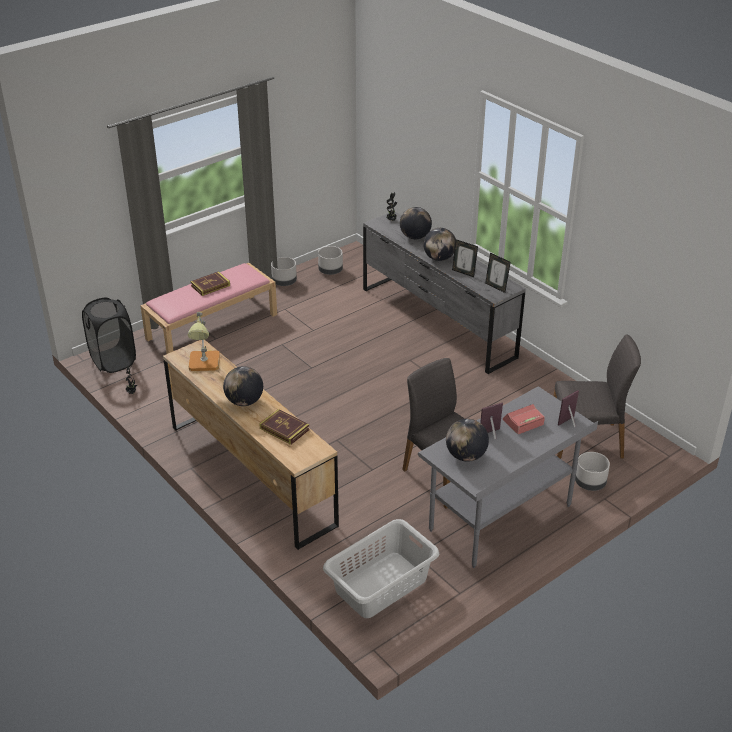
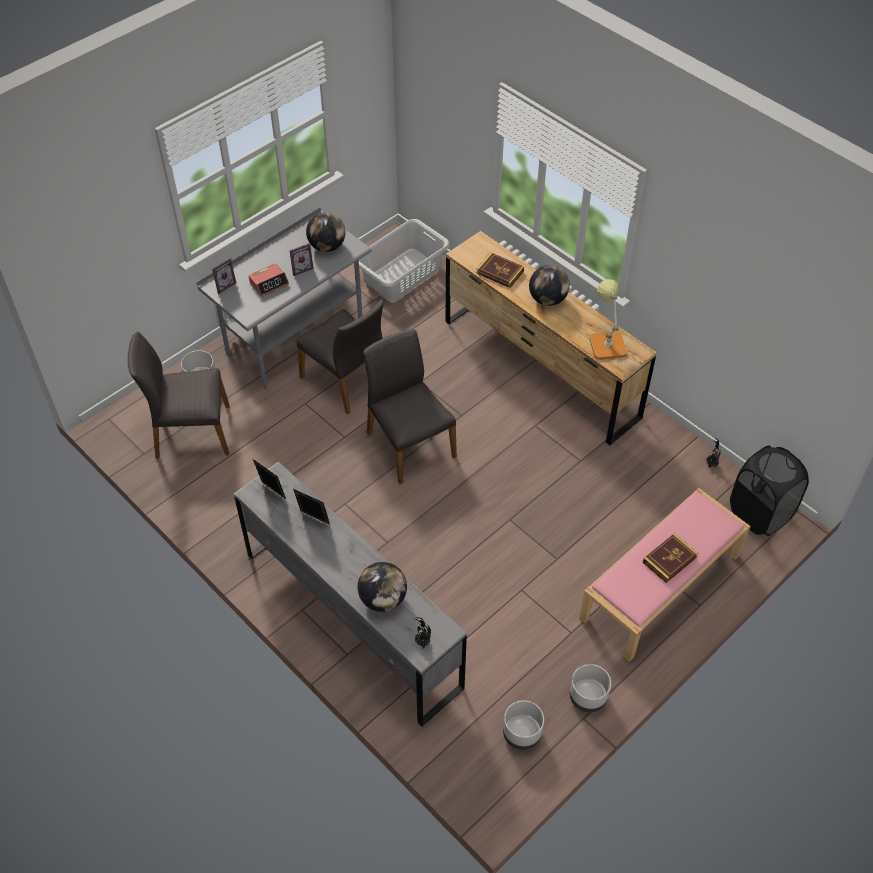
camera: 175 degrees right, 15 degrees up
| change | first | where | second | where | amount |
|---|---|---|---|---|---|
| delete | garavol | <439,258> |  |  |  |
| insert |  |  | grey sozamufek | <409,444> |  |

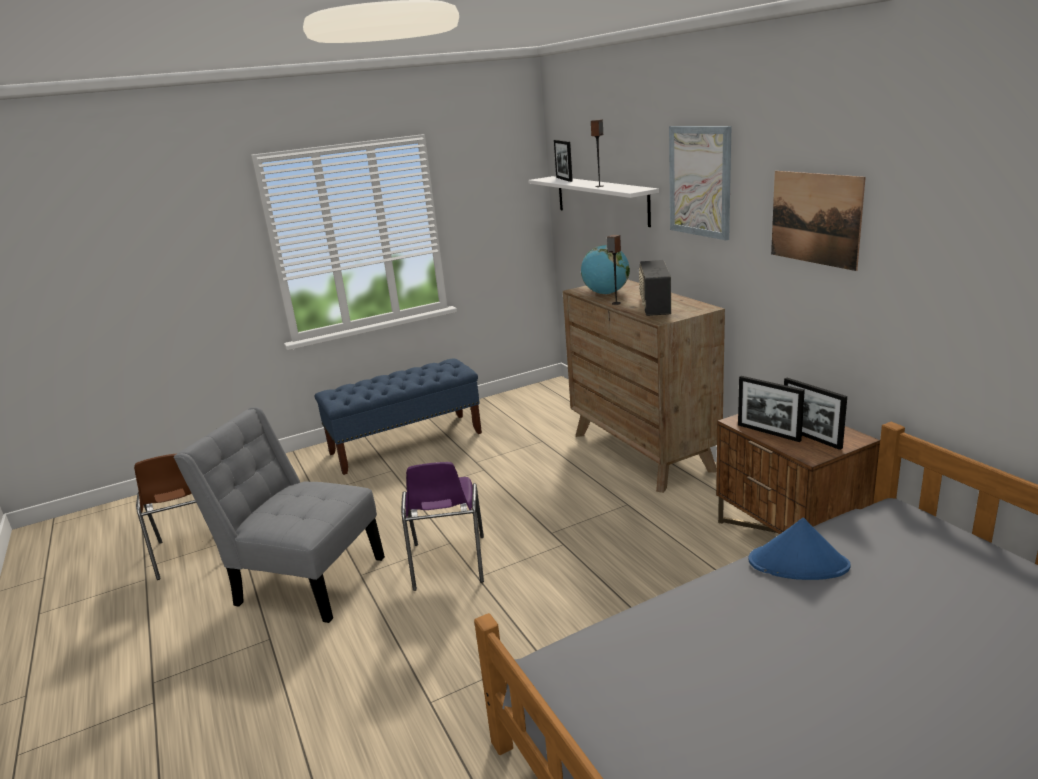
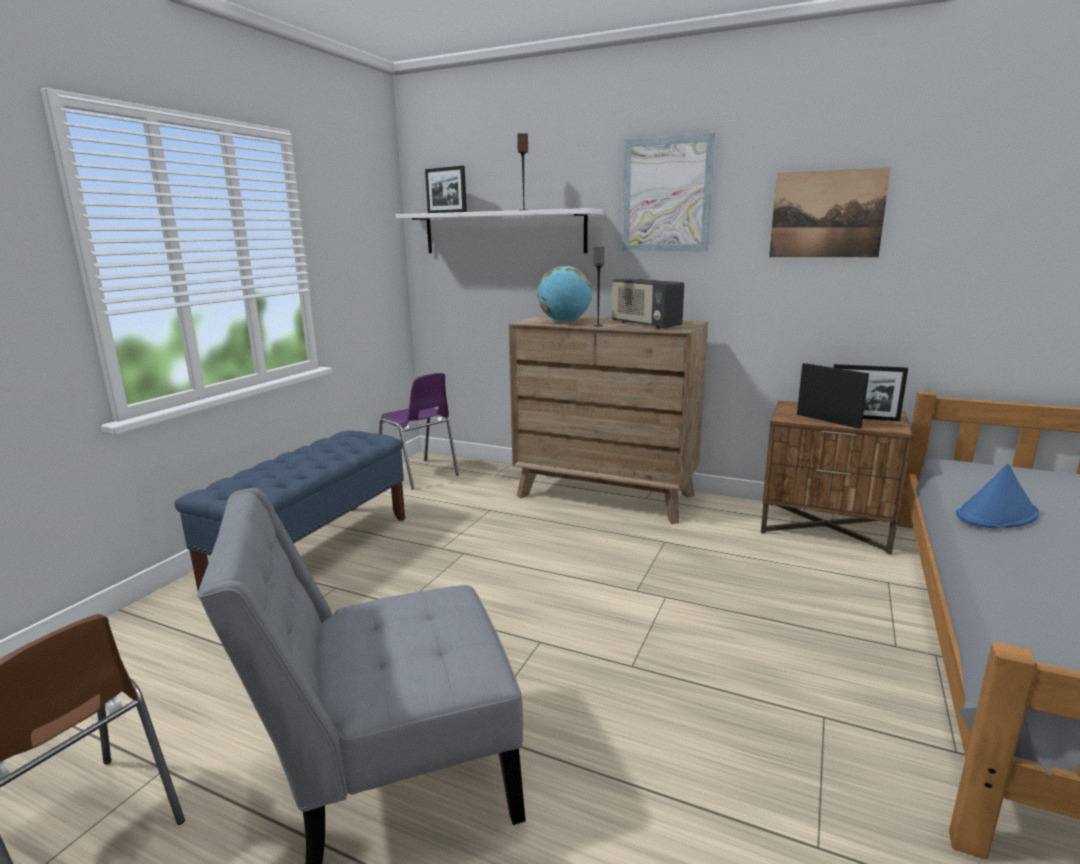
camera: 40 degrees left, 5 degrees down
| change | first | where | second | where | amount |
|---|---|---|---|---|---|
| rotate | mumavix | <768,432> |  | <827,421> | 135 degrees counterclockwise |
| move | purple sozamufek | <448,564> |  | <419,475> |  |

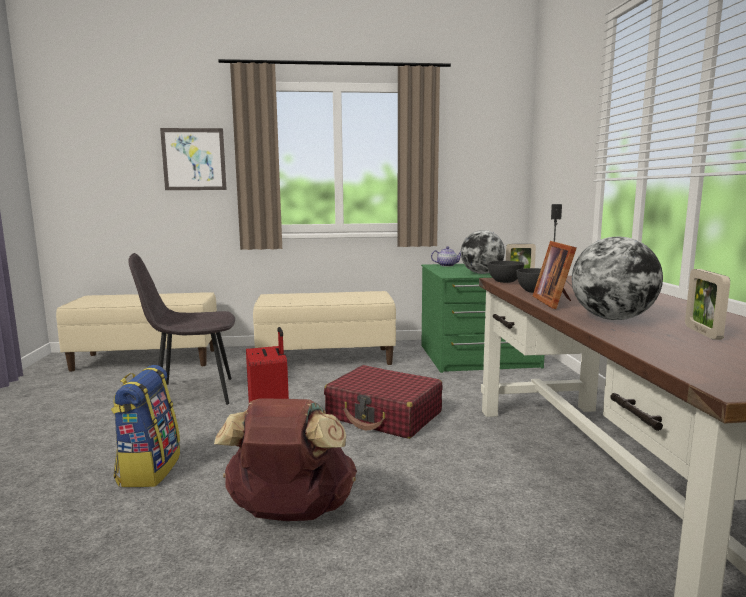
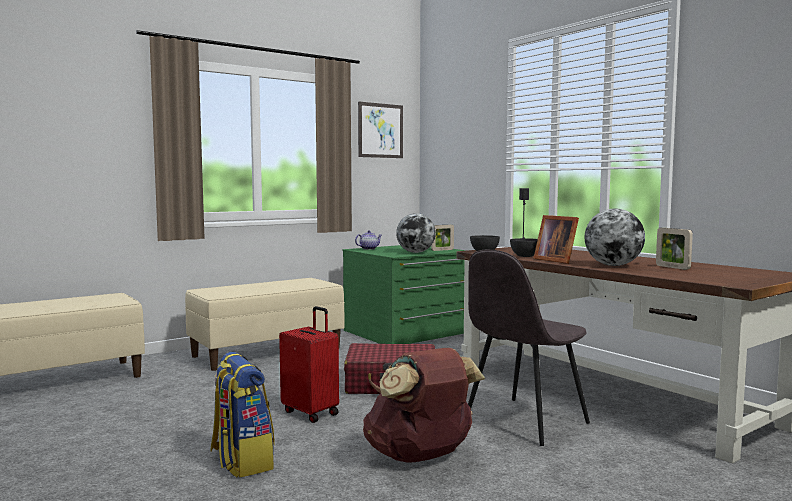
camera: 30 degrees left, 5 degrees down
| change | first | where | second | where | amount |
|---|---|---|---|---|---|
| move | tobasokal | <194,159> |  | <380,130> |  |
| move | grey sozamufek | <192,394> |  | <523,422> |  |

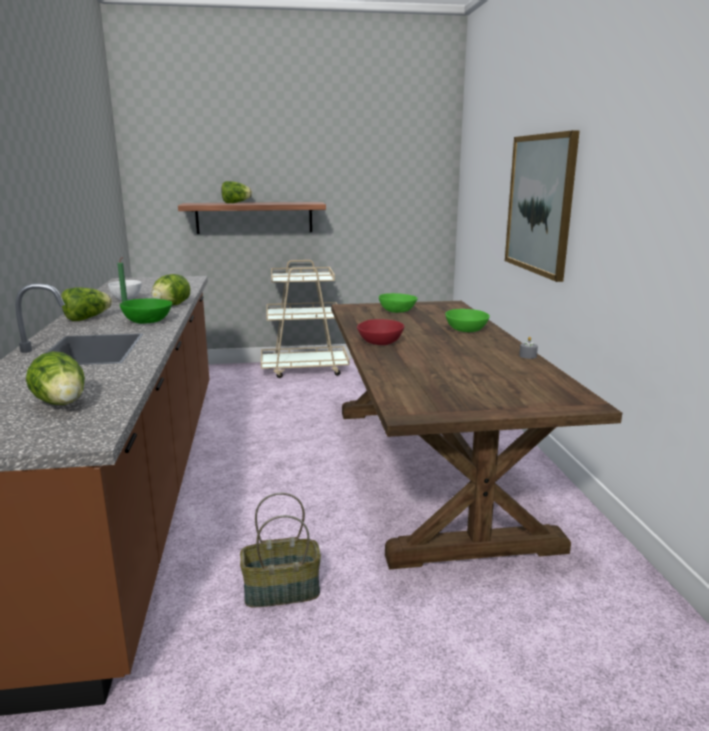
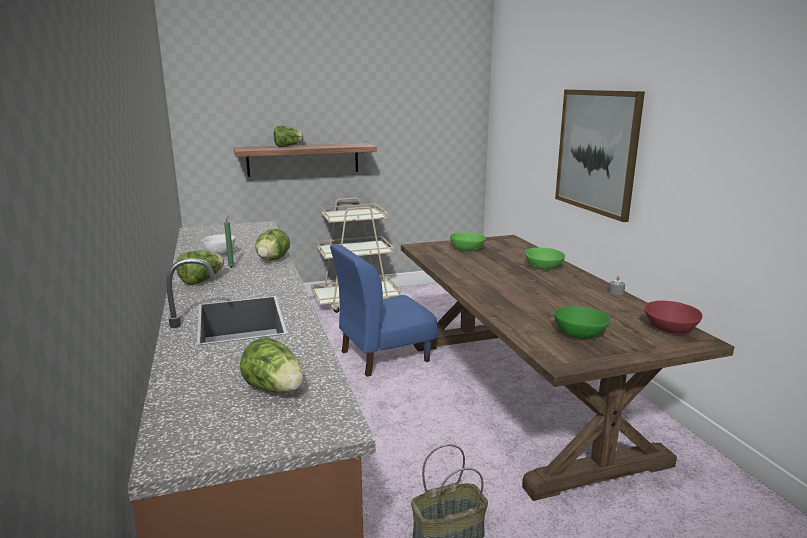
camera: 10 degrees left, 0 degrees up
| change | first | where | second | where | amount |
|---|---|---|---|---|---|
| move | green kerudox | <148,321> |  | <579,334> |  |
| move | red kerudox | <380,343> |  | <670,329> |  |
| insert |  |  | blue sozamufek | <383,356> |  |

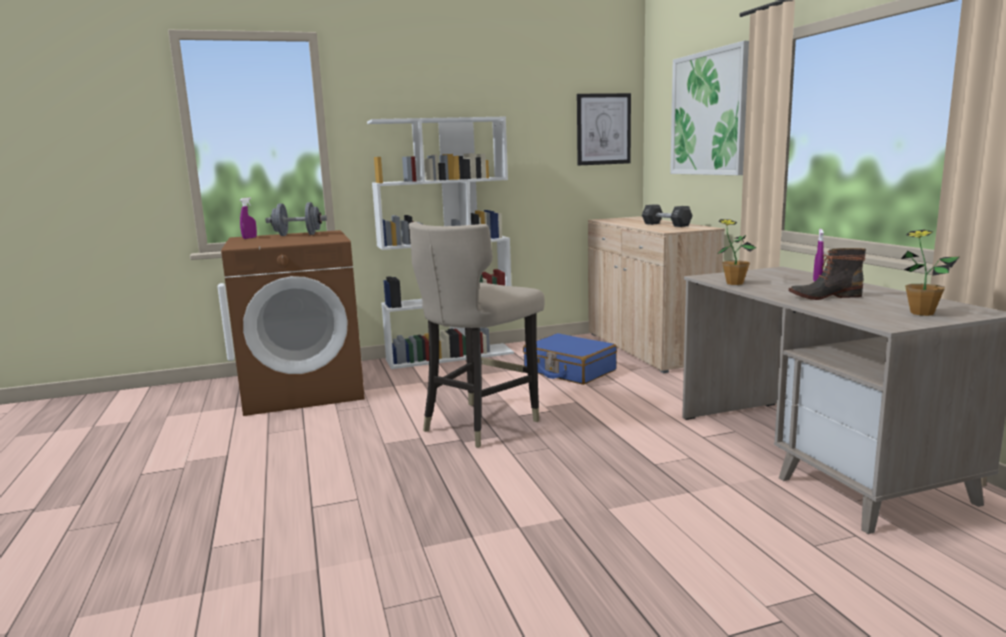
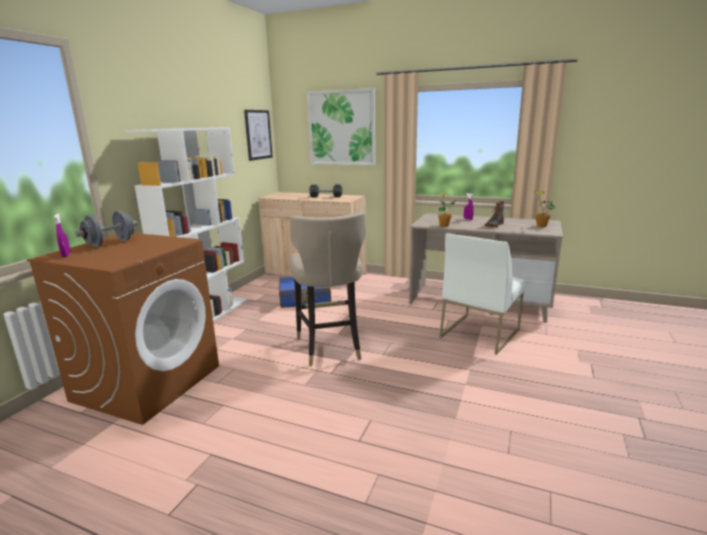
camera: 50 degrees left, 5 degrees up
| change | first | where | second | where | amount |
|---|---|---|---|---|---|
| insert |  |  | white sozamufek | <479,333> |  |

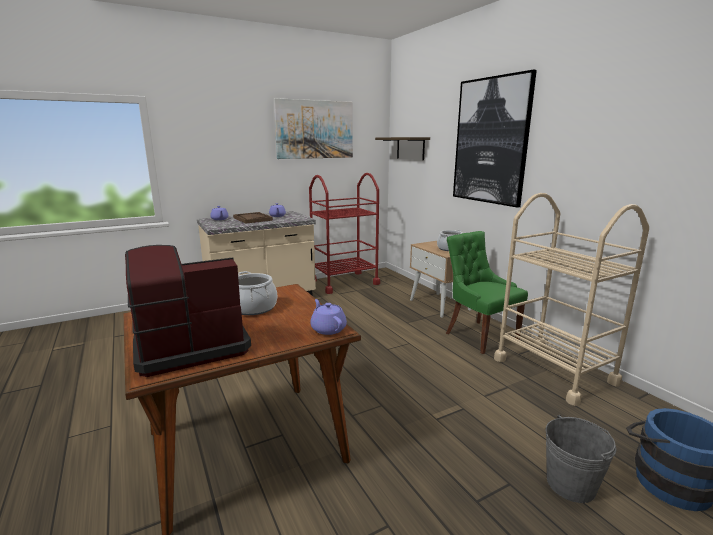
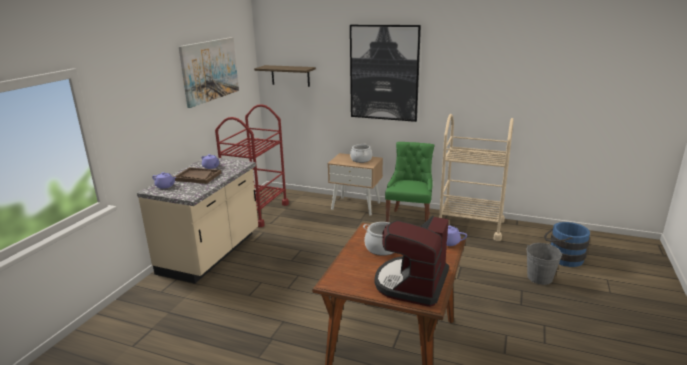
camera: 40 degrees left, 5 degrees up
| change | first | where | second | where | amount |
|---|---|---|---|---|---|
| rotate | green sozamufek | <479,335> |  | <409,219> | 90 degrees clockwise |

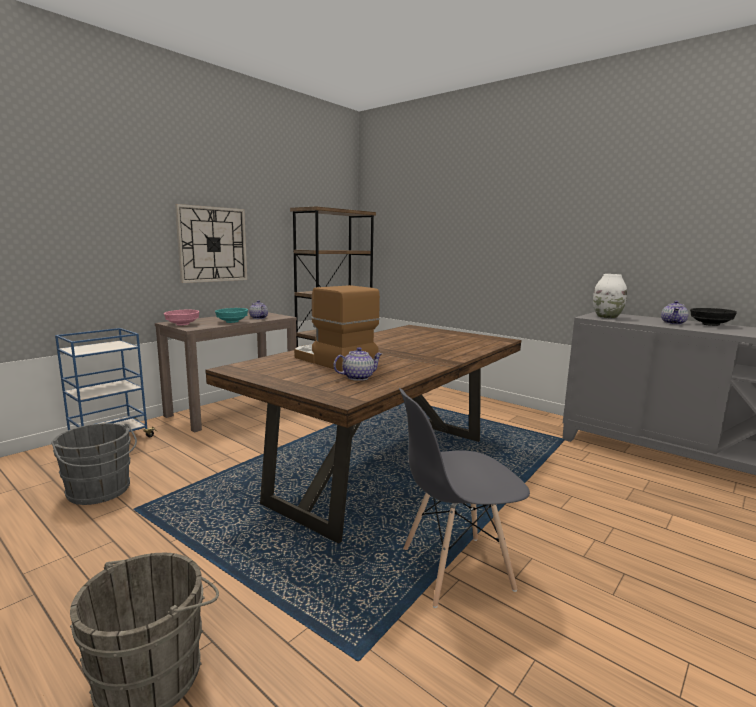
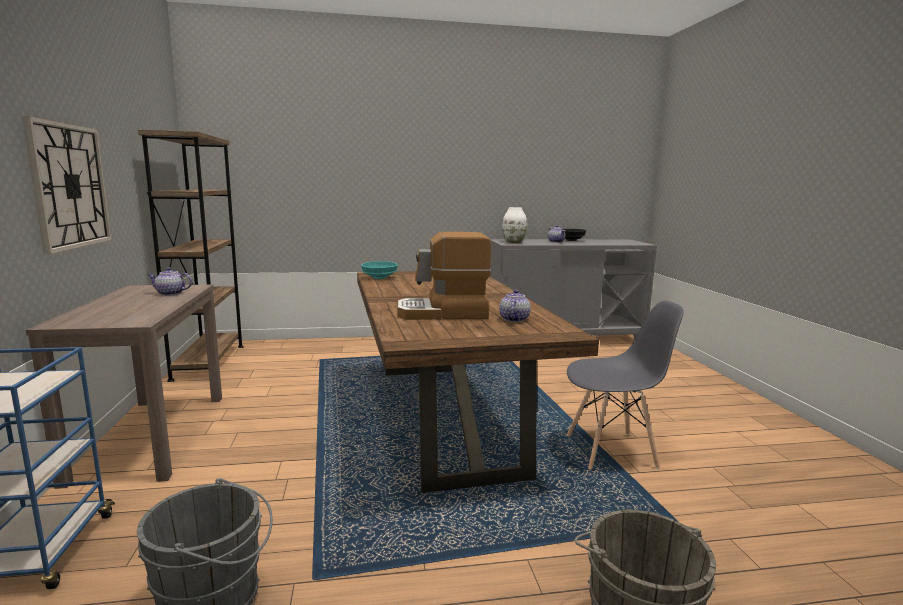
camera: 50 degrees left, 0 degrees up
| change | first | where | second | where | amount |
|---|---|---|---|---|---|
| move | turquoise kerudox | <232,322> |  | <379,277> |  |
| delete | pink kerudox | <182,324> |  |  |  |
| rotate | grey sozamufek | <455,569> |  | <611,451> | 120 degrees counterclockwise |

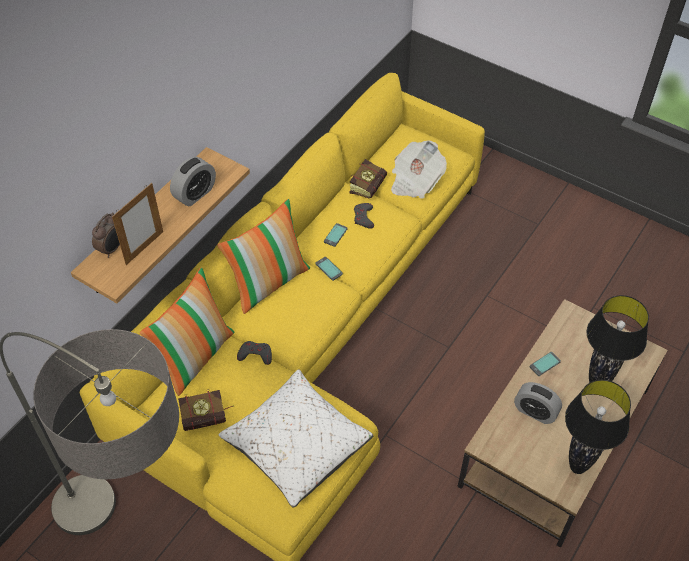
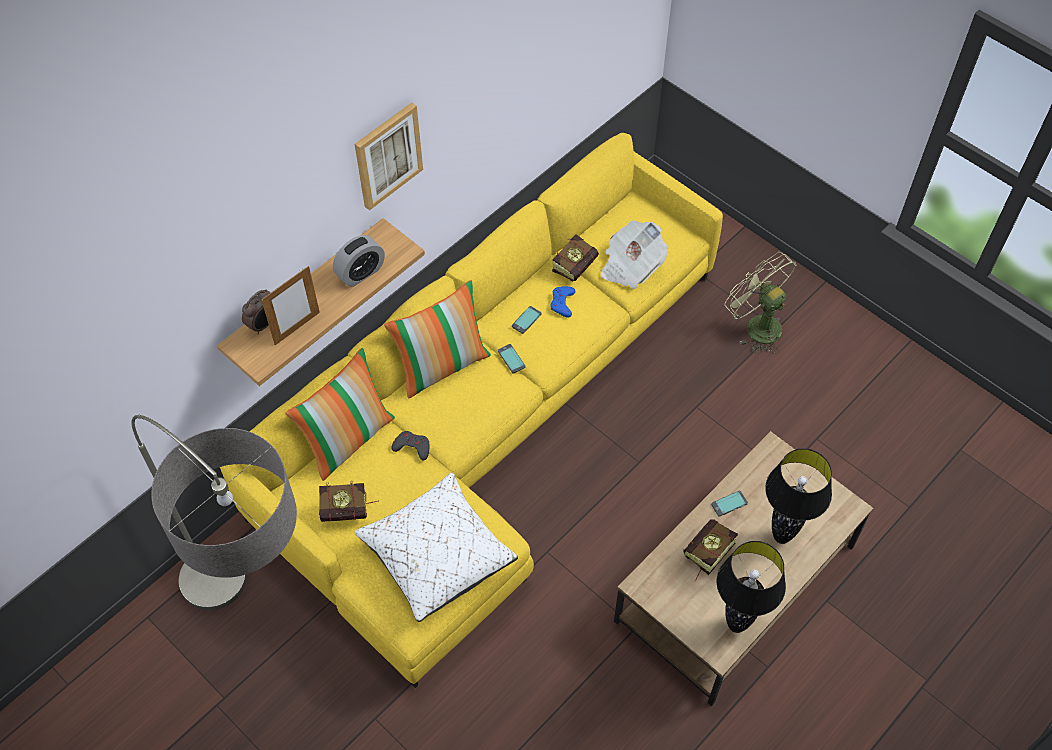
camera: 10 degrees right, 5 degrees up
| change | first | where | second | where | amount |
|---|---|---|---|---|---|
| recolor | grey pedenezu | <363,218> | blue pedenezu | <562,303> |  |
| replace | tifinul | <535,412> | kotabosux | <705,556> |  |
| insert |  |  | tobasokal | <387,155> |  |
| insert |  |  | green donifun | <756,325> |  |

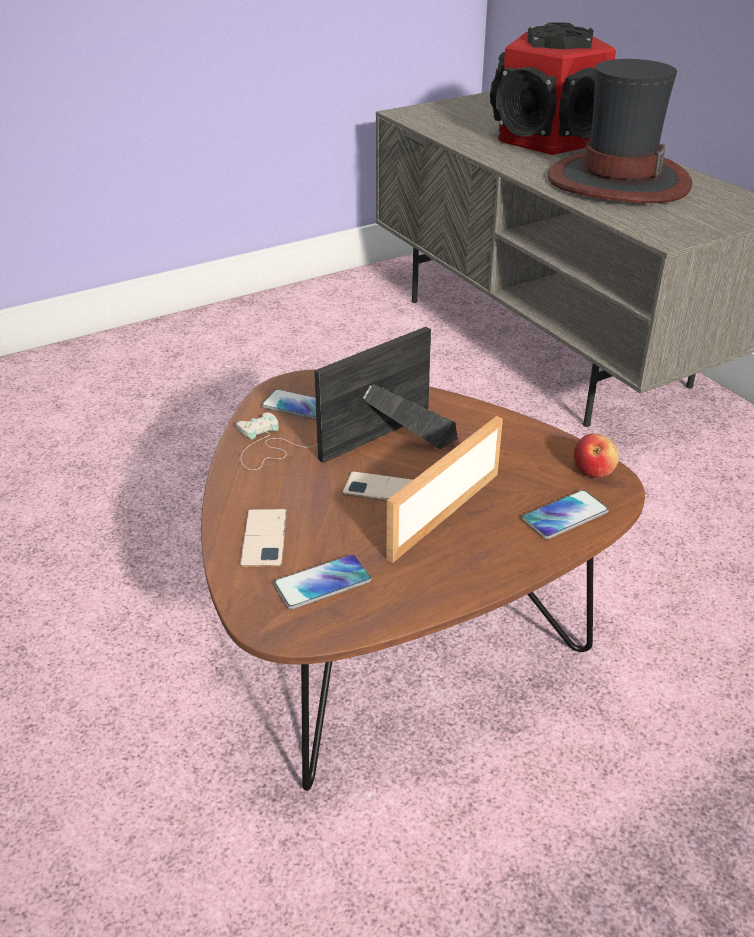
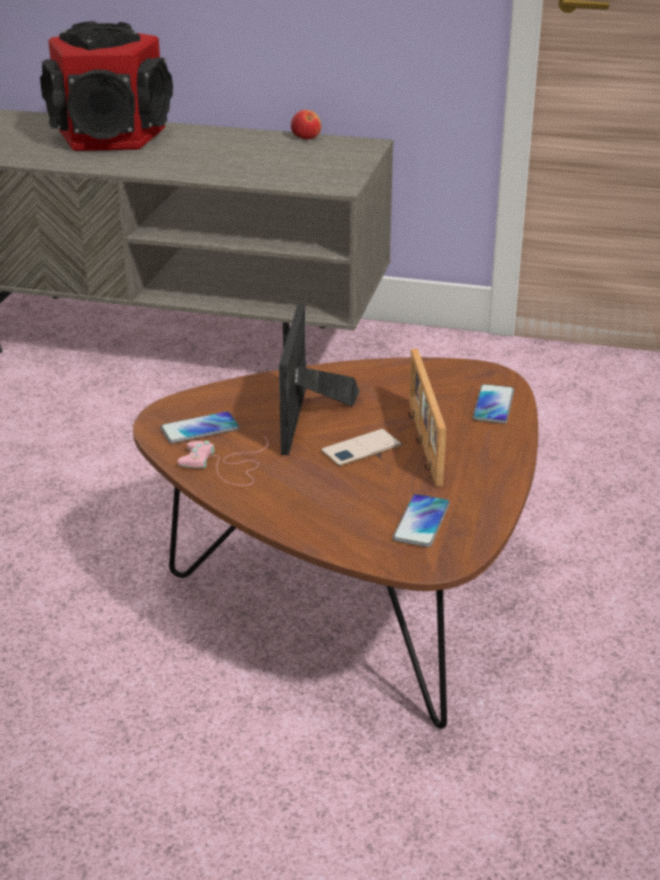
camera: 45 degrees left, 5 degrees down
| change | first | where | second | where | amount |
|---|---|---|---|---|---|
| delete | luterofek | <617,181> |  |  |  |
| recolor | white pedenezu | <267,446> | pink pedenezu | <226,466> |  |
| move | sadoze | <594,470> |  | <306,137> |  |
| delete | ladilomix | <264,538> |  |  |  |

